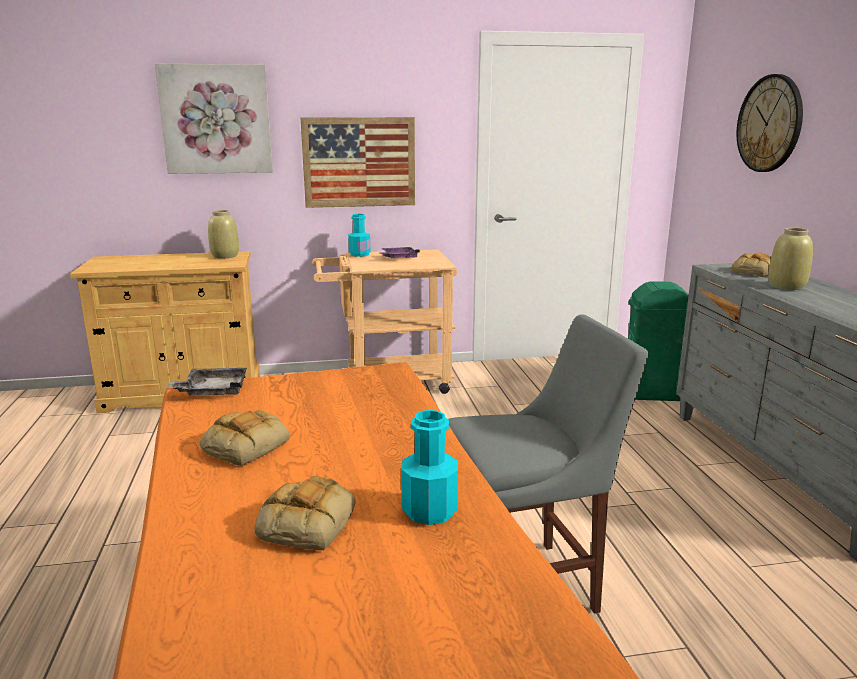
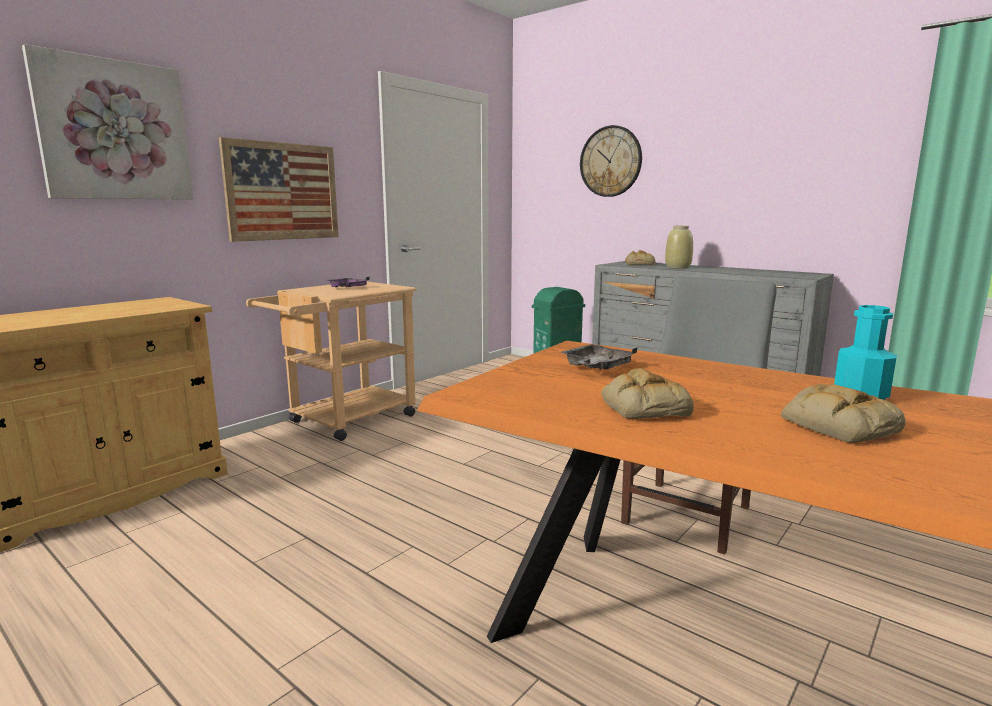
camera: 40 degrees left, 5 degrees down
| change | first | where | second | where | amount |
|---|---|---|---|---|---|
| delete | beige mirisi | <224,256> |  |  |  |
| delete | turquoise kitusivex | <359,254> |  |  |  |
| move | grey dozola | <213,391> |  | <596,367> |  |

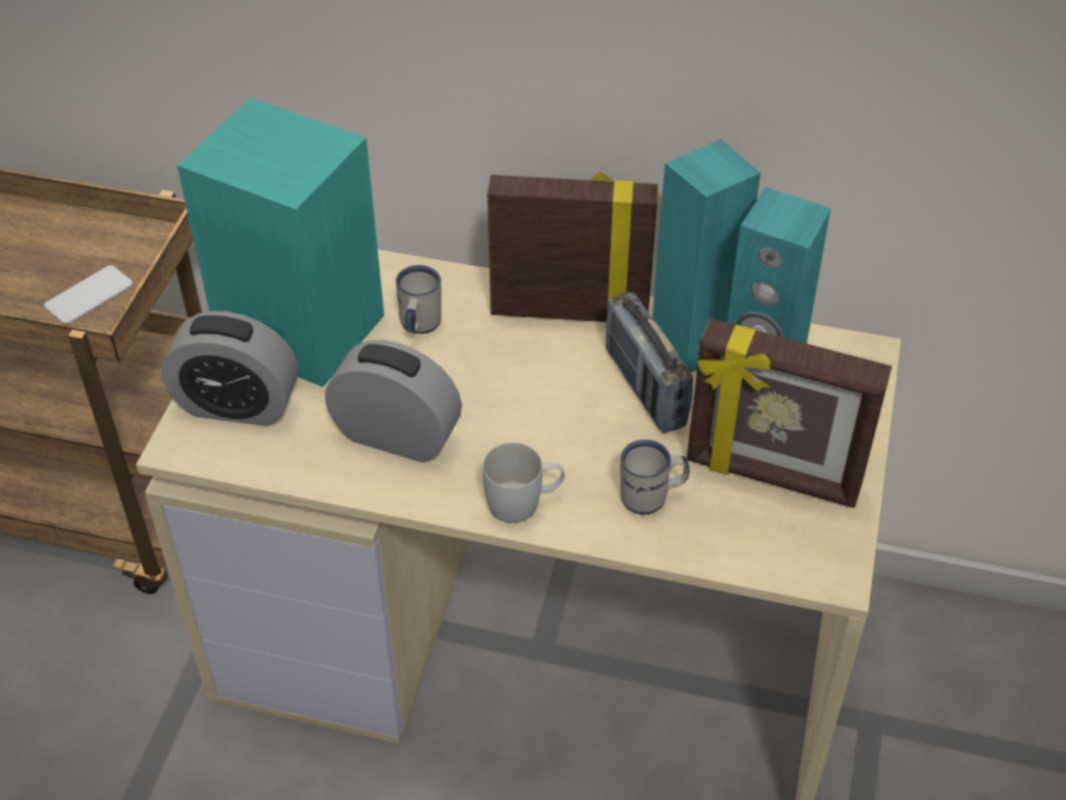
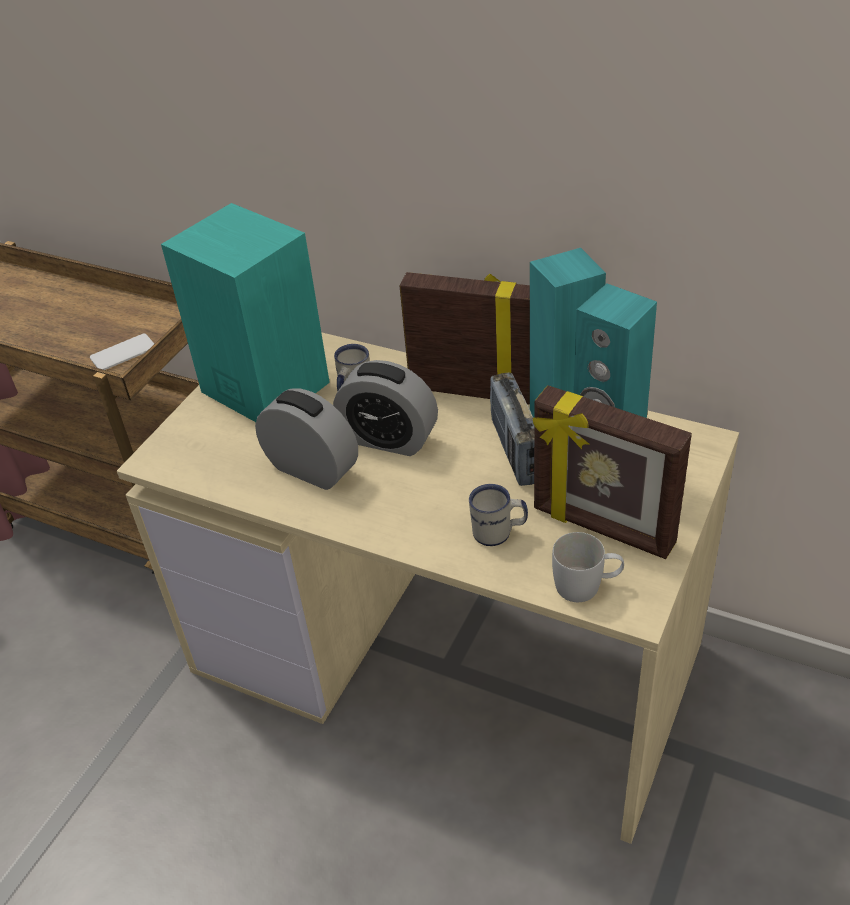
camera: 15 degrees right, 5 degrees down
| change | first | where | second | where | amount |
|---|---|---|---|---|---|
| move | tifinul | <237,405> |  | <389,439> |  |
| move | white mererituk | <524,502> |  | <587,586> |  |

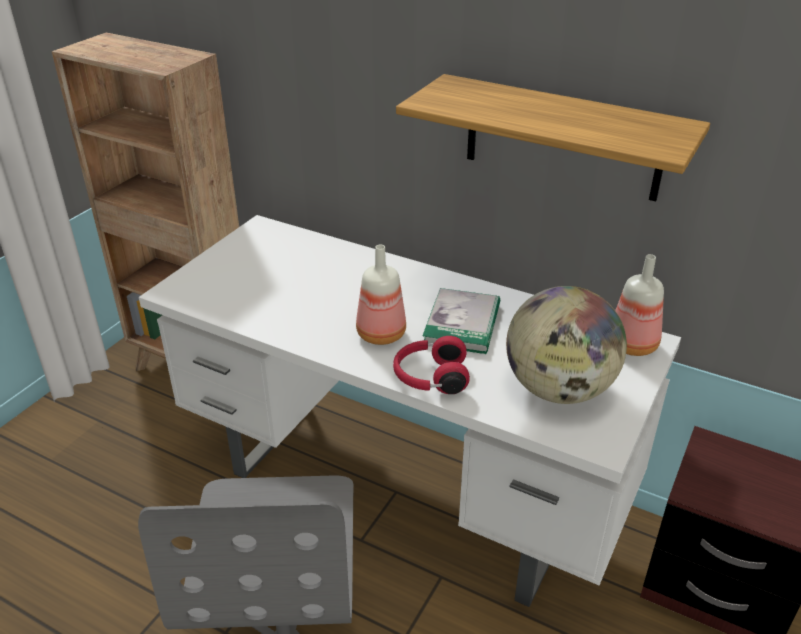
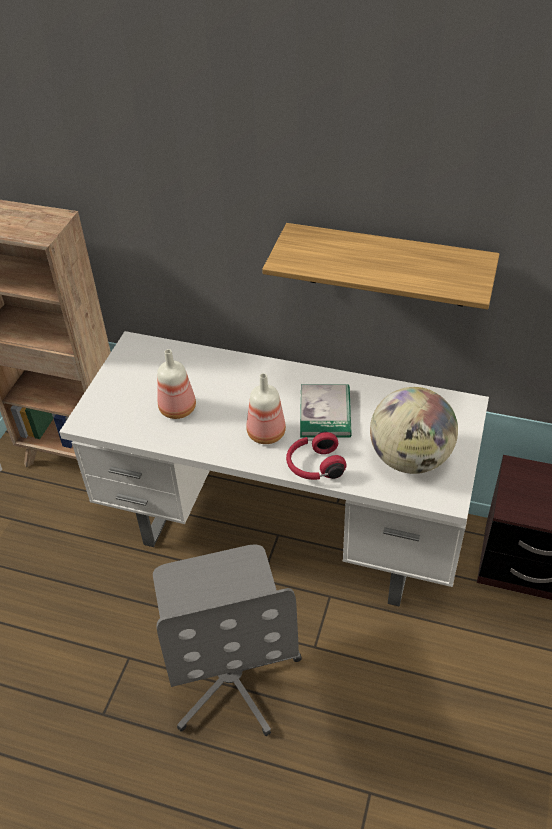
camera: 10 degrees left, 10 degrees up
| change | first | where | second | where | amount |
|---|---|---|---|---|---|
| move | kitusivex | <632,344> |  | <178,408> |  |

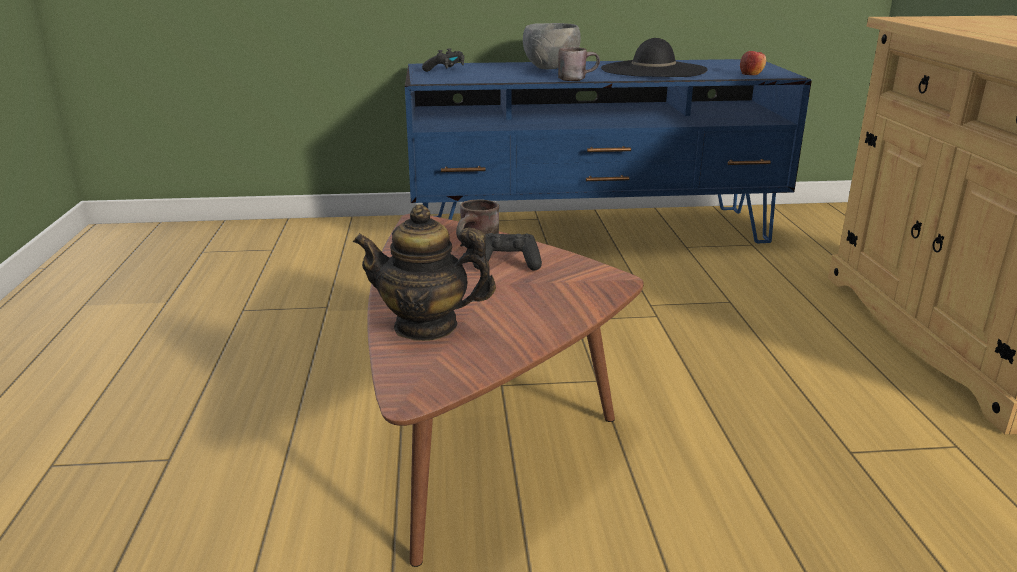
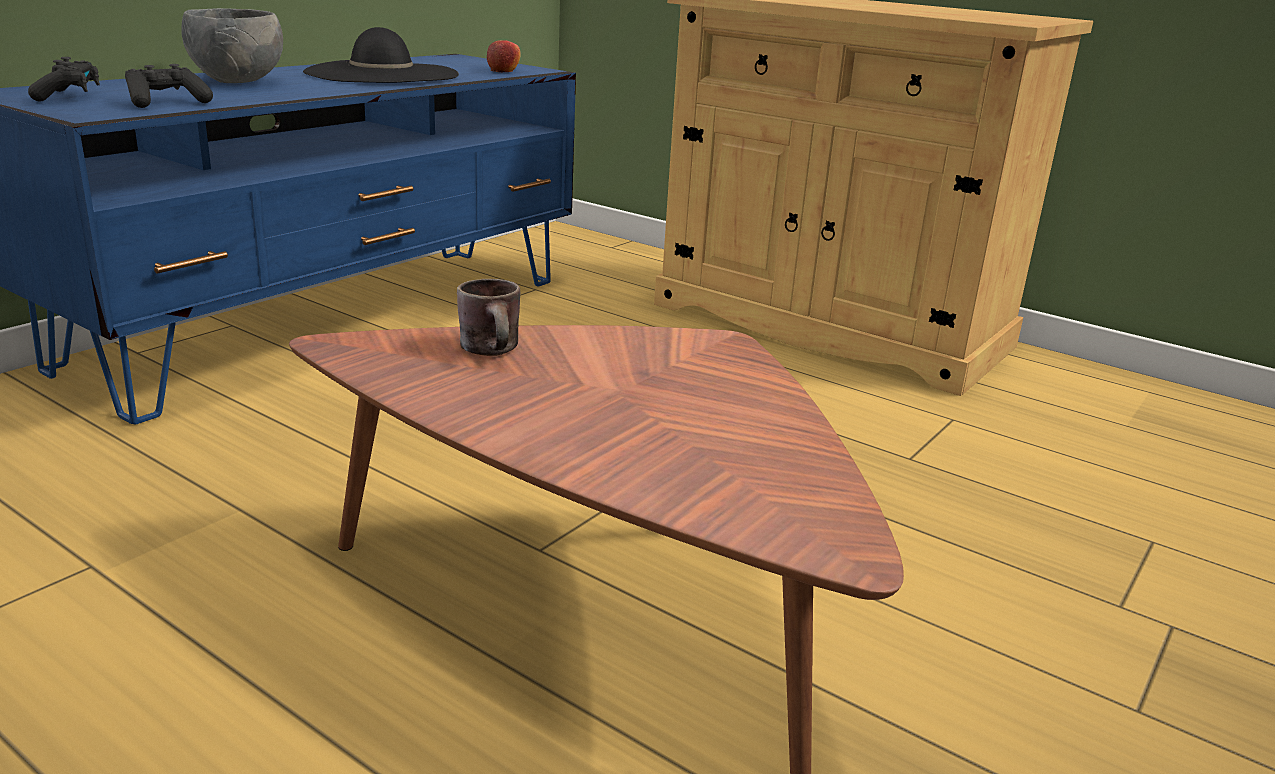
camera: 50 degrees left, 0 degrees up
| change | first | where | second | where | amount |
|---|---|---|---|---|---|
| delete | brown mererituk | <576,78> |  |  |  |
| delete | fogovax | <426,326> |  |  |  |
| move | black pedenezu | <507,263> |  | <166,102> |  |

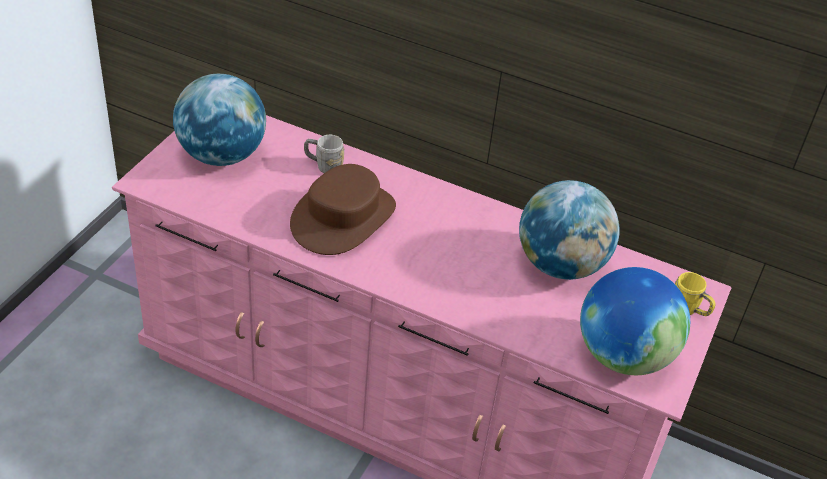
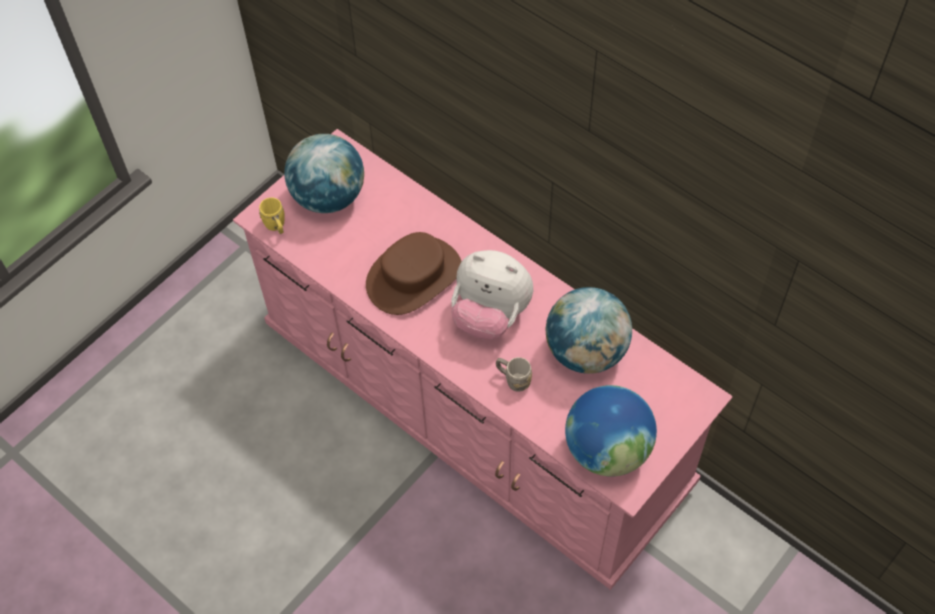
camera: 20 degrees right, 15 degrees up
| change | first | where | second | where | amount |
|---|---|---|---|---|---|
| move | grey mererituk | <323,166> |  | <513,379> |  |
| move | yellow mererituk | <688,310> |  | <276,226> |  |
| insert |  |  | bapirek | <490,315> |  |

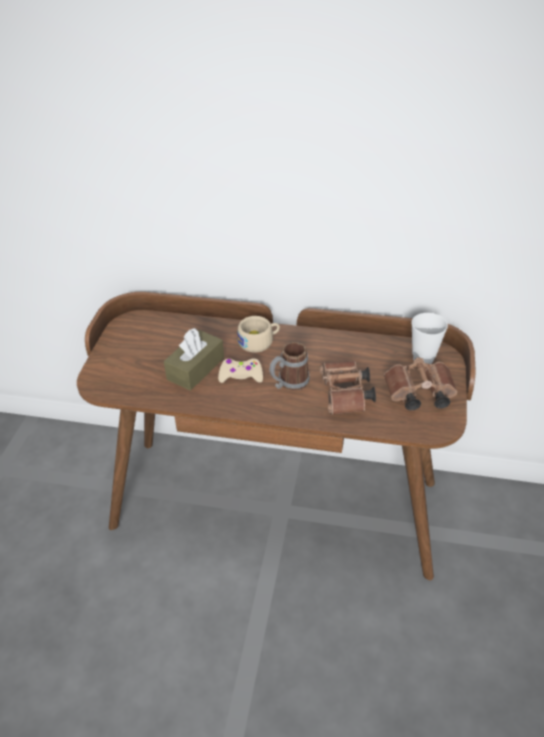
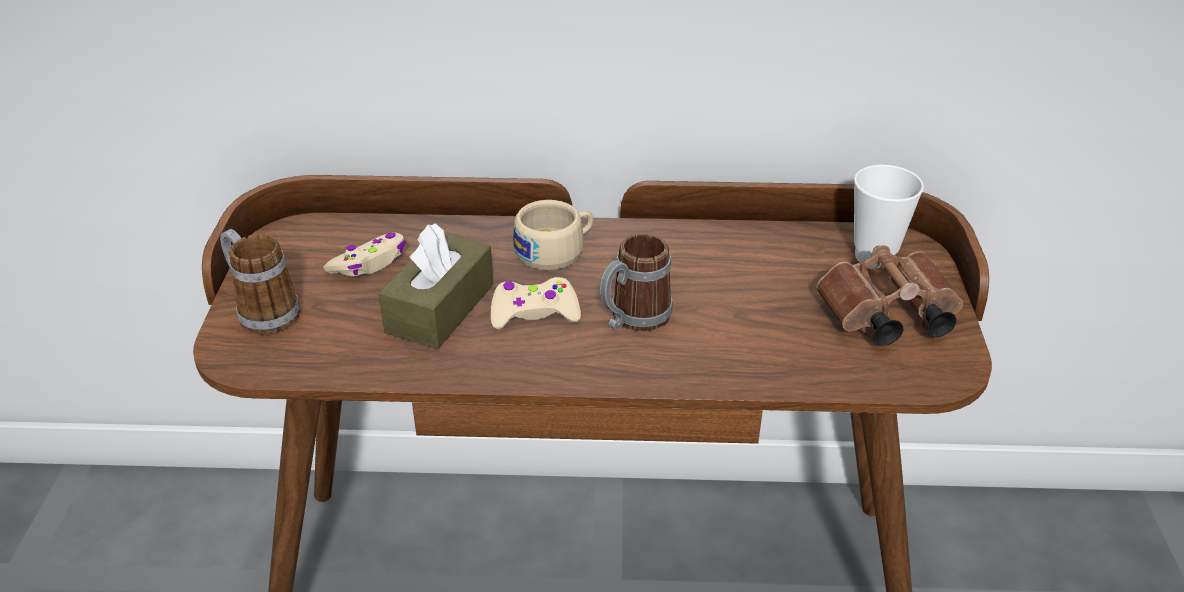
camera: 10 degrees left, 5 degrees down
| change | first | where | second | where | amount |
|---|---|---|---|---|---|
| delete | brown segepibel | <345,397> |  |  |  |
| insert |  |  | mererituk | <262,311> |  |
| insert |  |  | beige pedenezu | <370,263> |  |

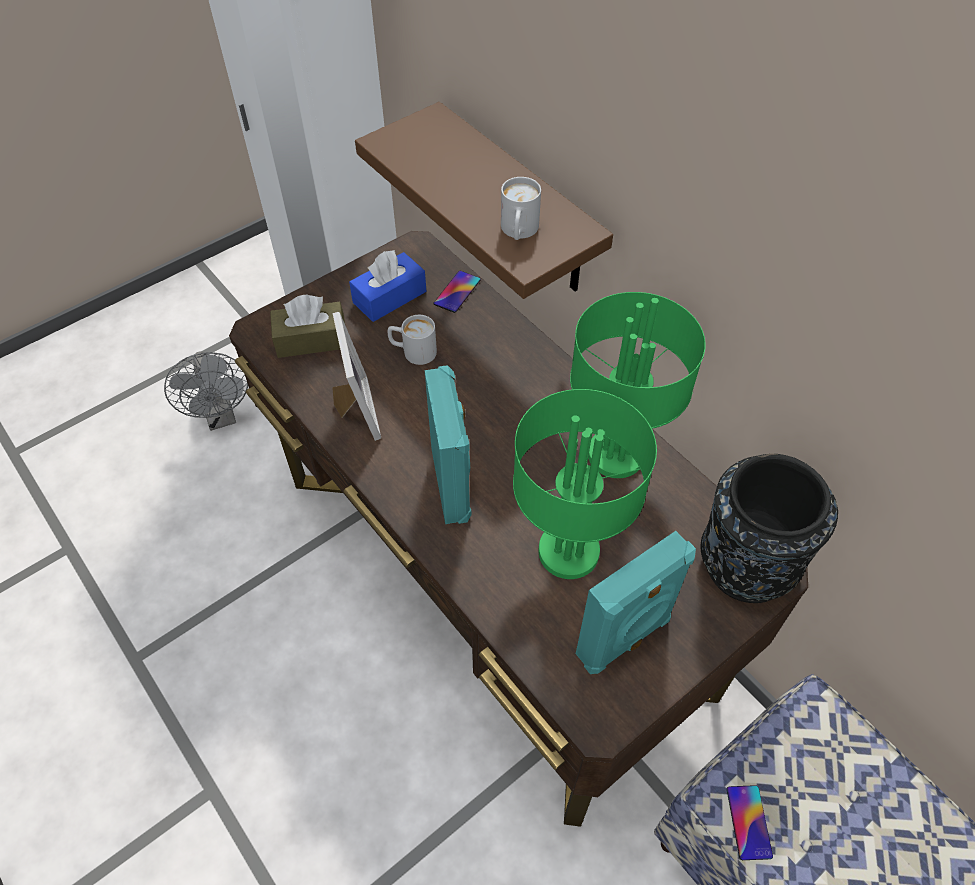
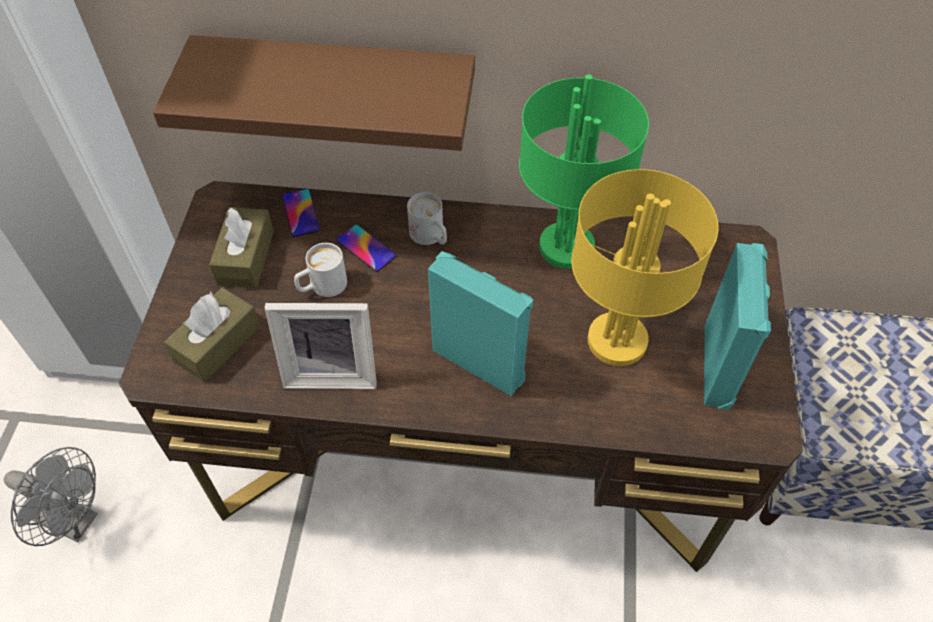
camera: 45 degrees left, 0 degrees up
| change | first | where | second | where | amount |
|---|---|---|---|---|---|
| move | white mererituk | <518,232> |  | <431,237> |  |
| recolor | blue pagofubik | <389,297> | brown pagofubik | <246,257> |  |
| rotate | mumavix | <355,411> |  | <331,371> | 150 degrees clockwise |
| recolor | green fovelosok | <569,550> | yellow fovelosok | <616,339> |  |
| delete | black mirisi | <744,565> |  |  |  |
| move | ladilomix | <748,822> |  | <366,248> |  |

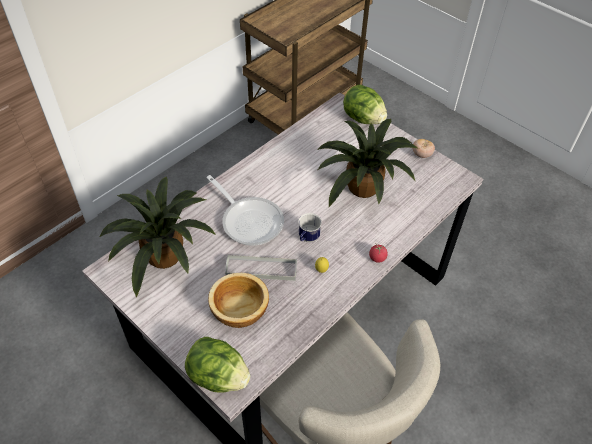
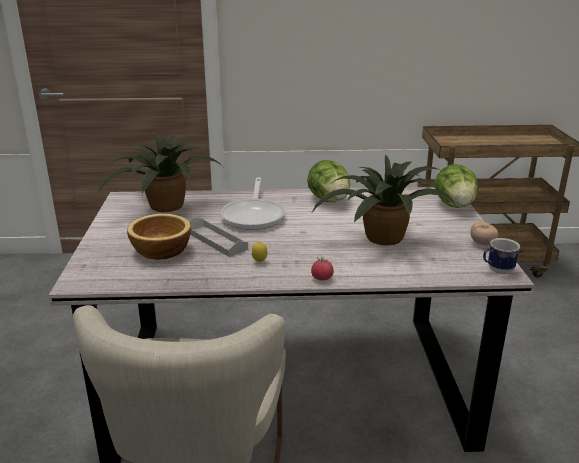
camera: 45 degrees right, 25 degrees down
| change | first | where | second | where | amount |
|---|---|---|---|---|---|
| move | mererituk | <307,239> |  | <496,270> |  |
| move | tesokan | <218,376> |  | <329,200> |  |

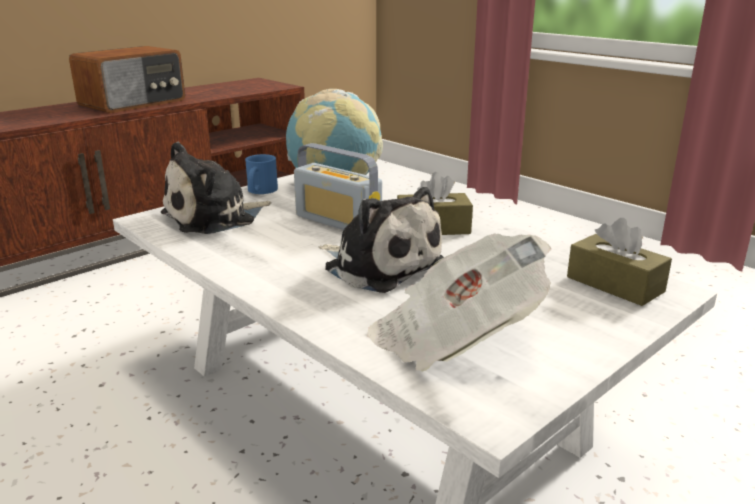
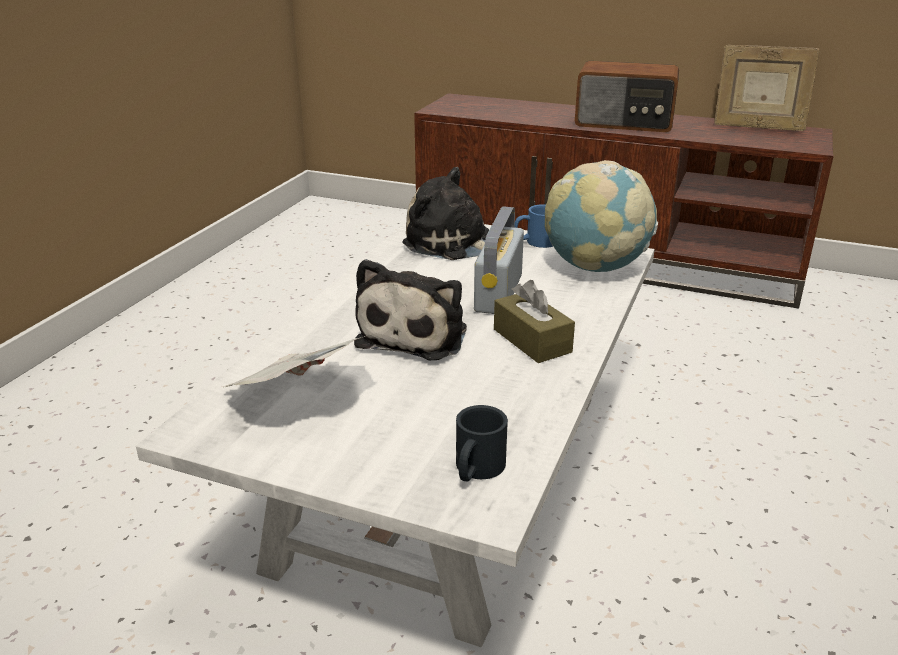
camera: 65 degrees right, 5 degrees up
| change | first | where | second | where | amount |
|---|---|---|---|---|---|
| replace | brown pagofubik | <614,284> | black mererituk | <476,470> |  |
| insert |  |  | mumavix | <757,127> |  |

